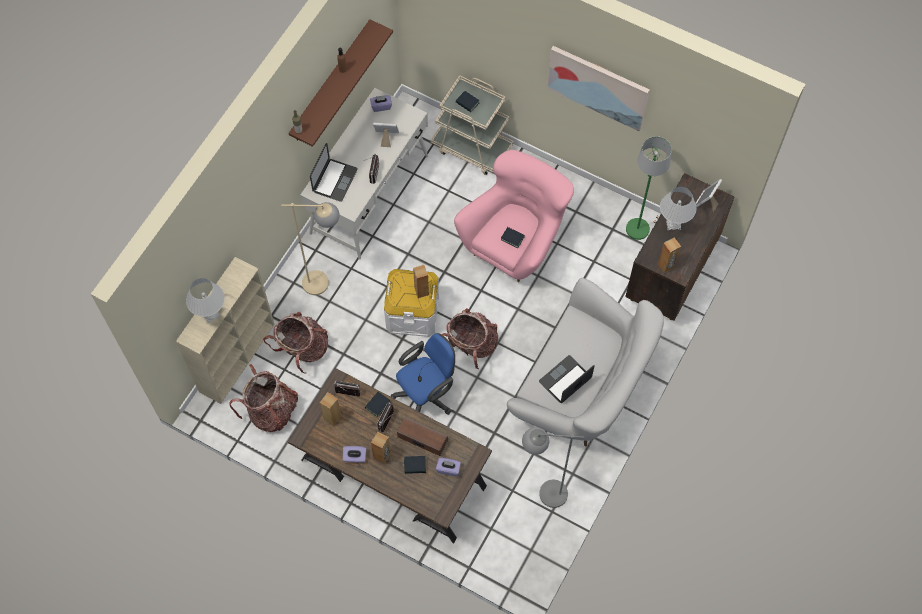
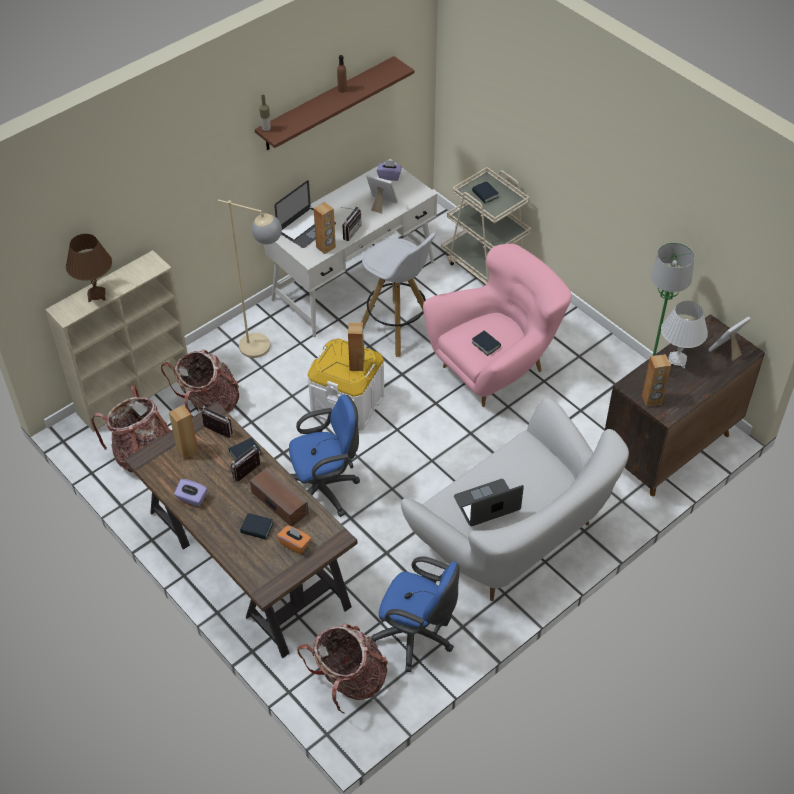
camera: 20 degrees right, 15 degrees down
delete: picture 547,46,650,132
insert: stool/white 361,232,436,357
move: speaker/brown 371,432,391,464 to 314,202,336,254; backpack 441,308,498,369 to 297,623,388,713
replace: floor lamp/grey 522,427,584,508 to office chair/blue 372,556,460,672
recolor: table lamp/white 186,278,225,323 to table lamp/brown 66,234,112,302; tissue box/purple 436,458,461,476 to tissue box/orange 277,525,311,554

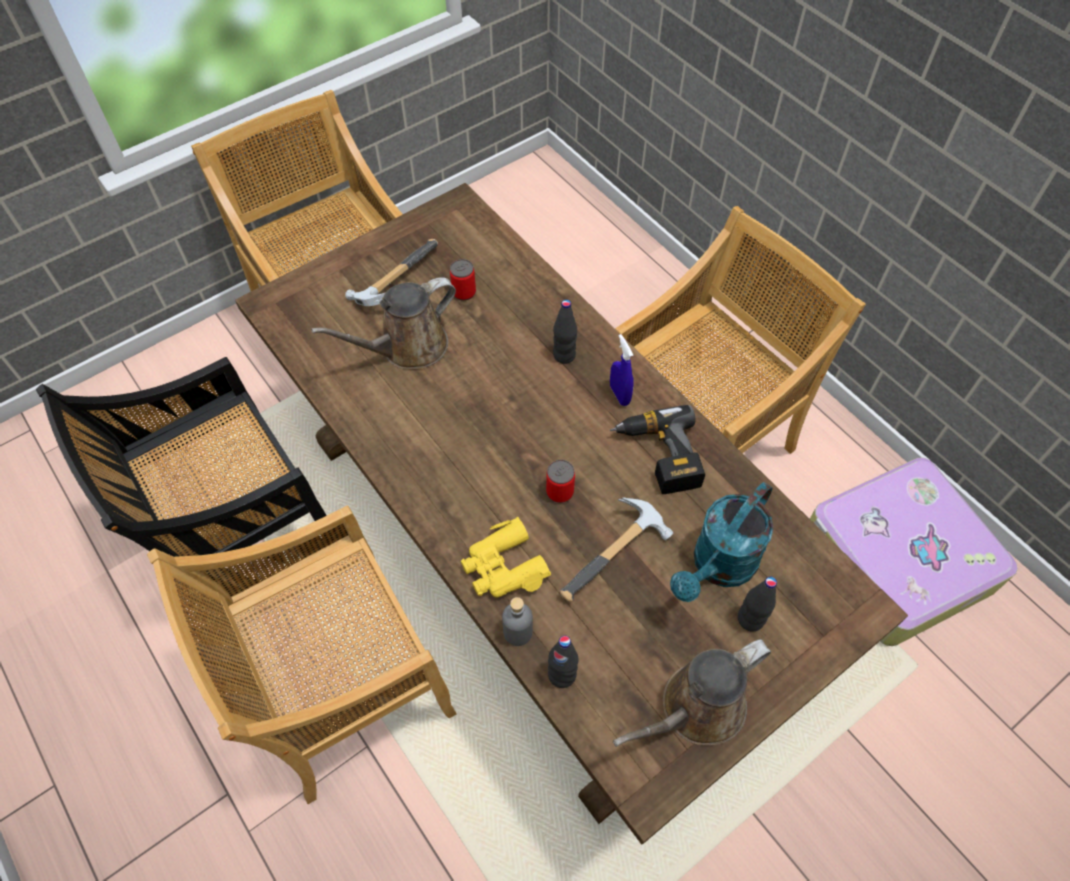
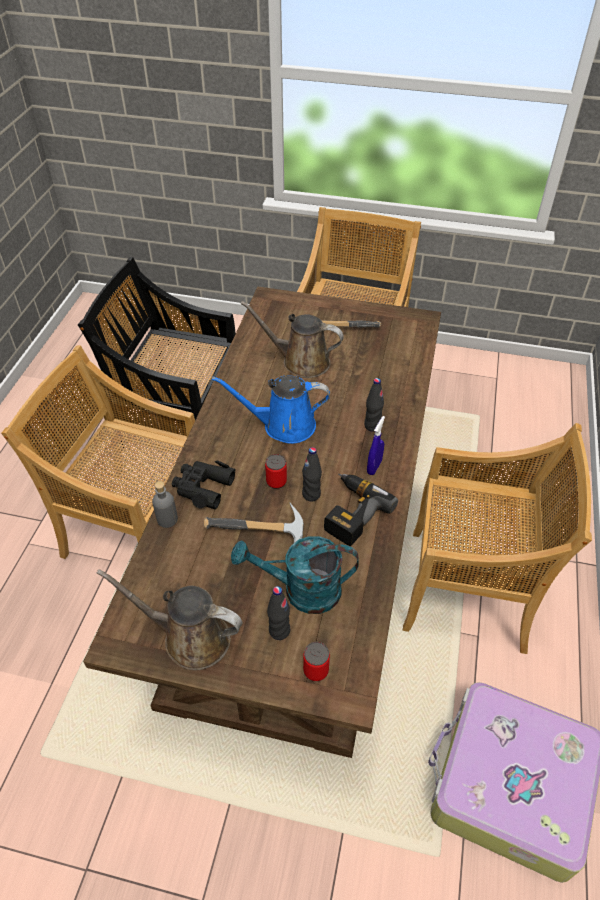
camera: 50 degrees right, 10 degrees down
insert: watering can/blue 212,376,330,444
move: can 450,259,476,301 to 303,642,330,681; bottle/black 548,636,578,688 to 302,447,322,502
recolor: binoculars/yellow 461,517,551,598 to binoculars/black 172,461,236,509

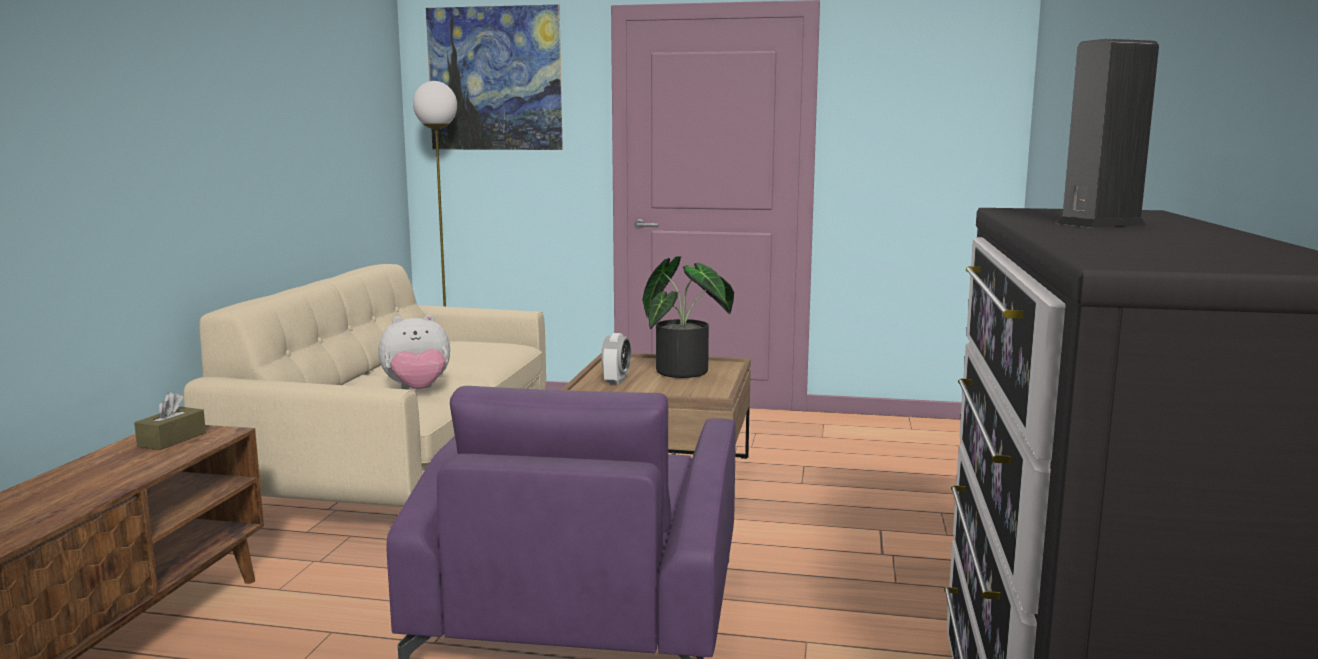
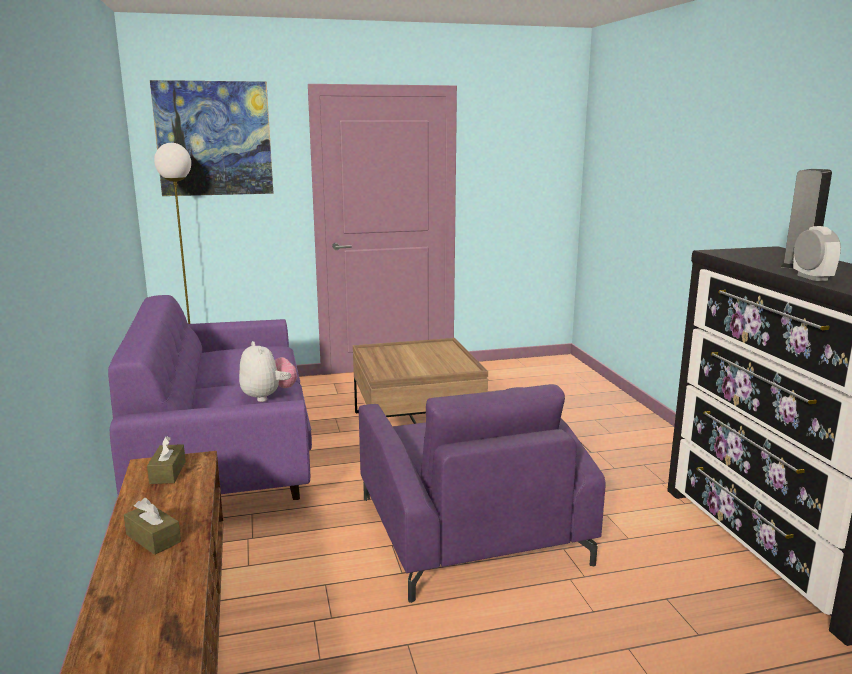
camera: 25 degrees left, 5 degrees up
delete: potted plant 642,256,734,378
insert: tissue box/brown 124,498,181,555
move: alarm clock 601,333,631,384 to 793,226,841,281
recolor: sofa/beige 184,264,546,507 to sofa/purple 108,295,312,500
rotate: plush toy 378,314,450,390 = 239,341,297,402 75 degrees counterclockwise

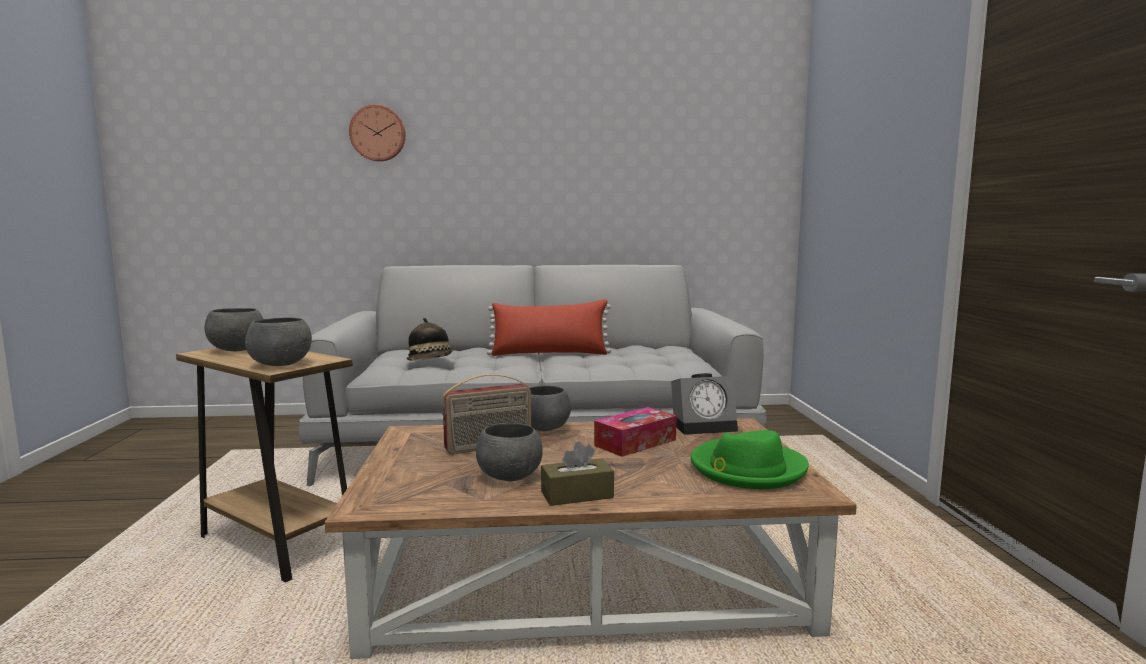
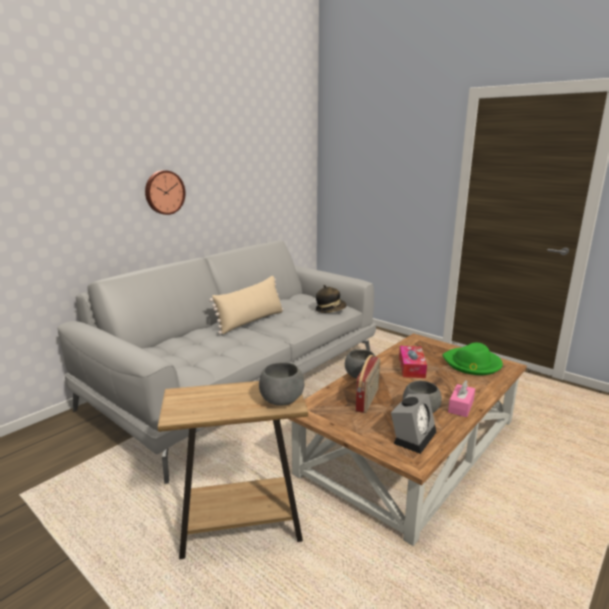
camera: 45 degrees left, 10 degrees up
delete: bowl/grey 204,308,263,351
move: wall clock 349,104,406,162 to 145,170,186,215; hat 406,318,454,361 to 316,285,346,313; alarm clock 671,373,738,435 to 391,394,436,454
recolor: pillow/red 487,299,611,356 to pillow/beige 209,276,283,335; tissue box/brown 541,441,614,506 to tissue box/pink 448,381,475,417

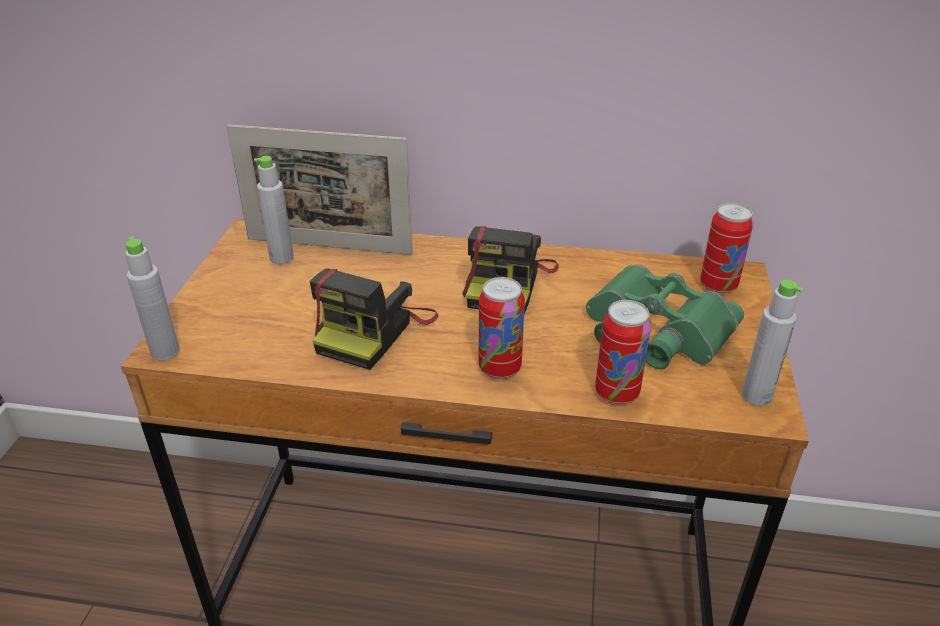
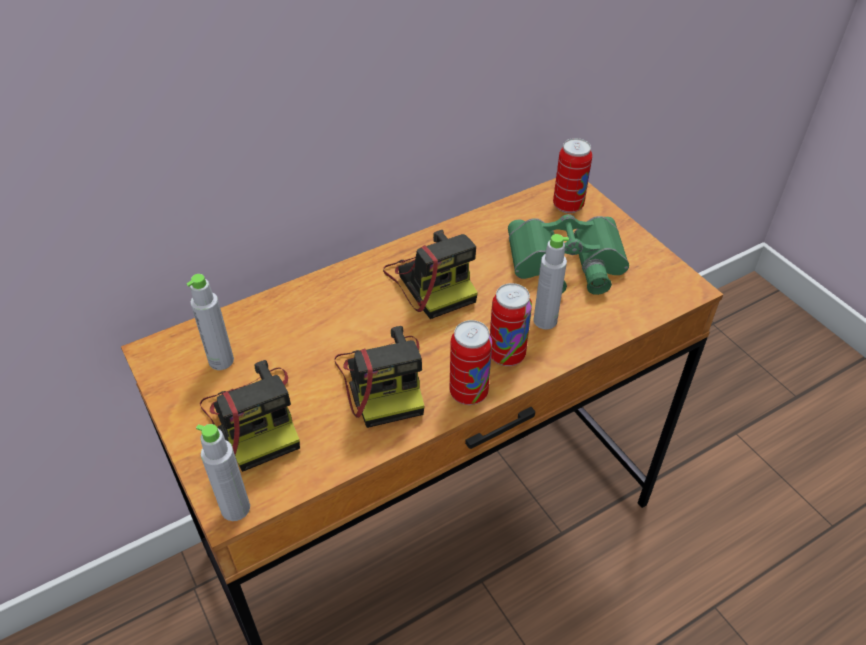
camera: 40 degrees left, 10 degrees up
delete: picture frame 227,124,413,255
insert: photo camera 200,360,300,472
move: can 595,300,651,405 to 450,320,492,405; bottle/grey 742,280,803,406 to 533,234,569,330

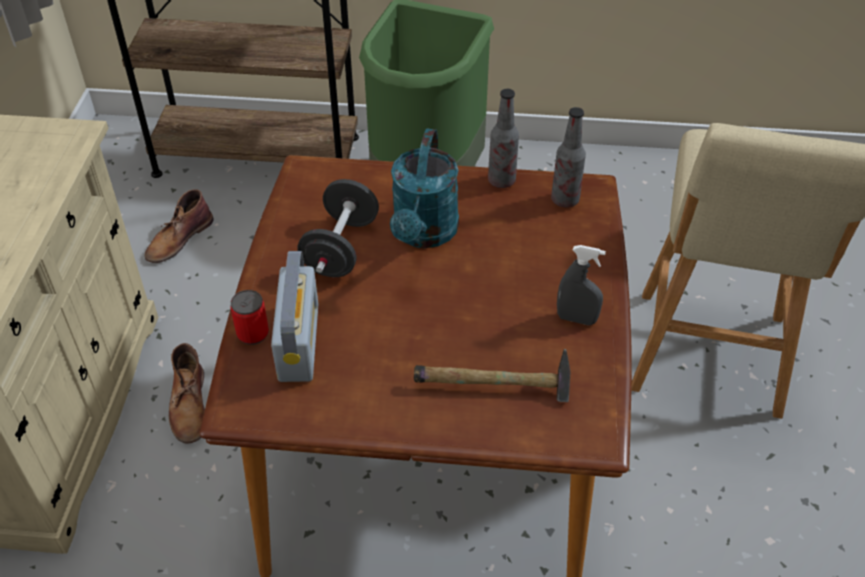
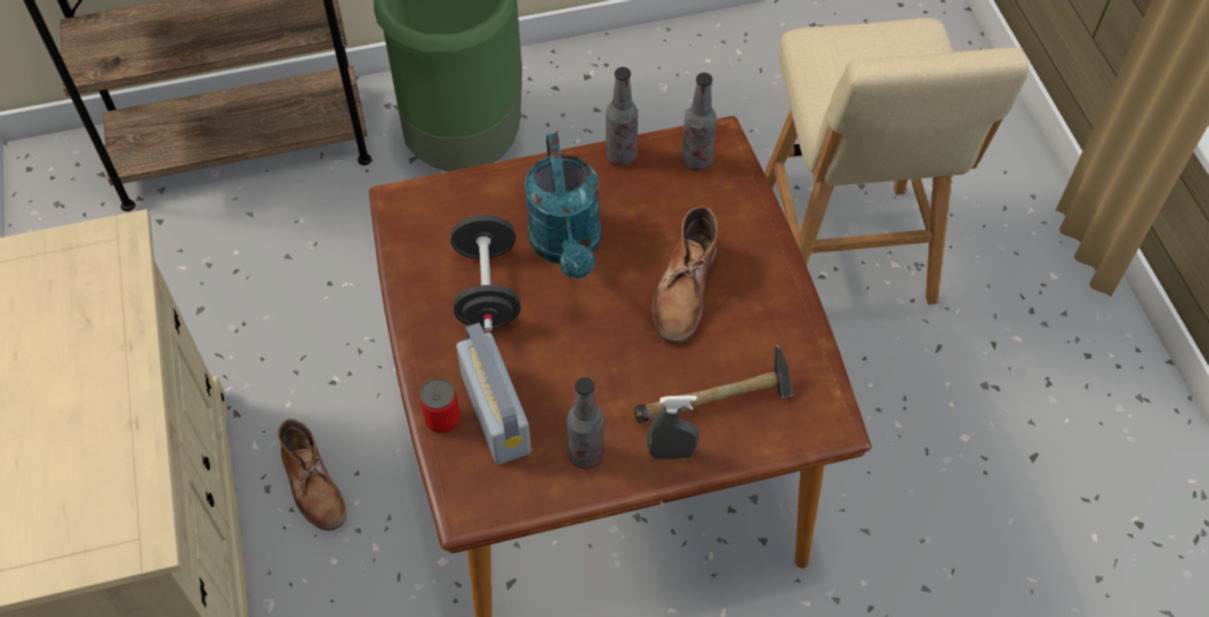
camera: 20 degrees left, 10 degrees up
insert: bottle 567,377,605,469
move: boot/brown 145,190,214,263 to 652,206,718,343; spray bottle/grey 557,245,606,325 to 647,395,699,459

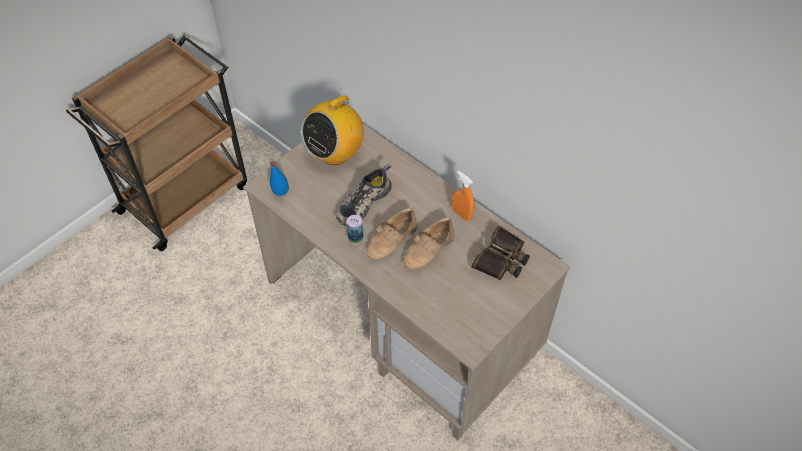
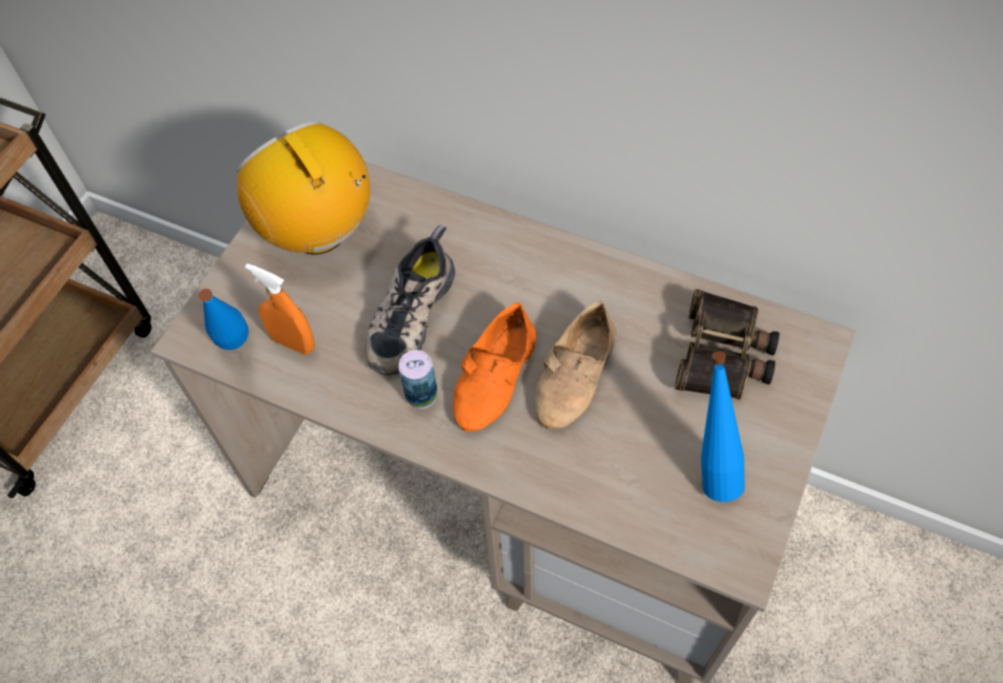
camera: 15 degrees left, 5 degrees up
insert: bottle/blue 701,351,745,502
move: spray bottle/orange 452,171,474,221 to 245,263,315,355
recolor: shoe/beige 366,208,418,260 to shoe/orange 453,302,536,432
rotate: radio 301,88,364,165 = 237,121,370,254 120 degrees clockwise

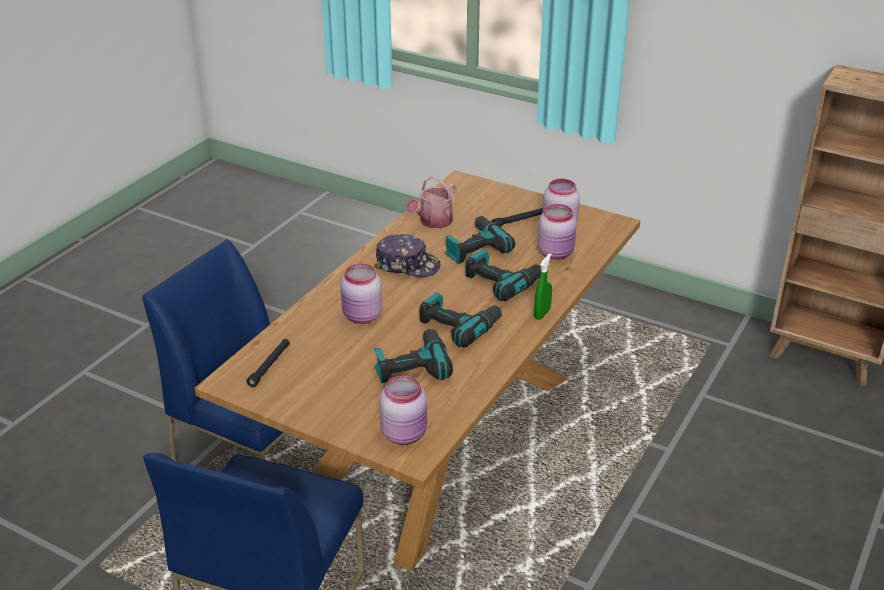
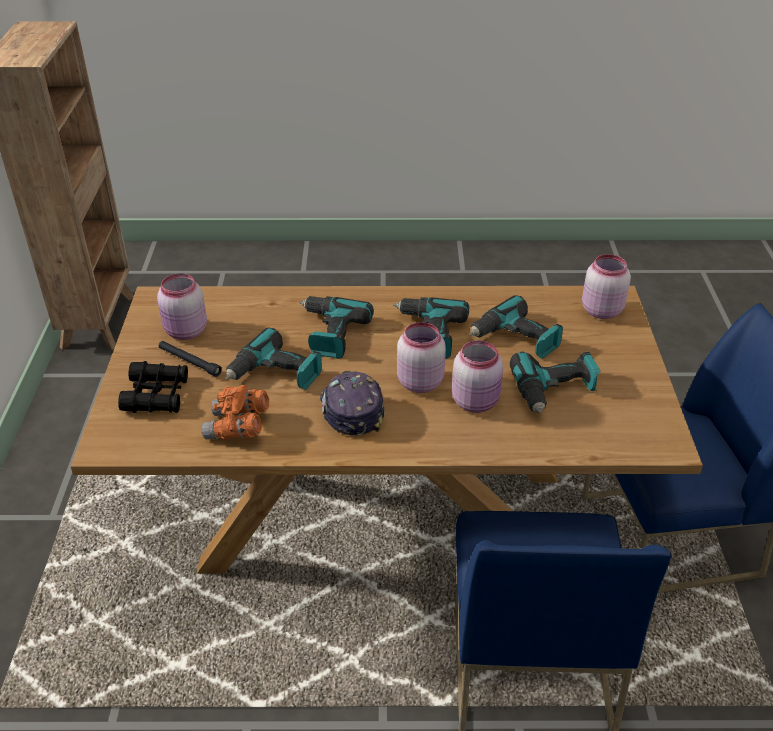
camera: 120 degrees left, 5 degrees up
delete: flashlight/black 246,339,290,387; spray bottle/green 534,253,552,320
insert: binoculars/black 118,361,188,413; power drill 510,352,601,414
move: jar/pink 538,204,577,260 to 397,322,446,393
replace: watering can 406,176,456,228 to binoculars/orange 202,385,269,439

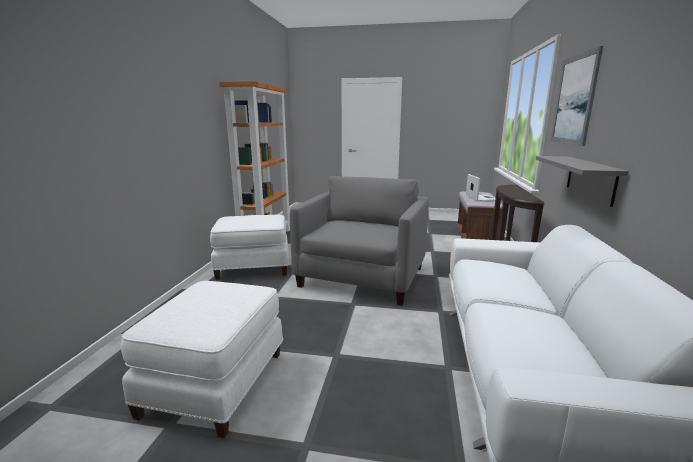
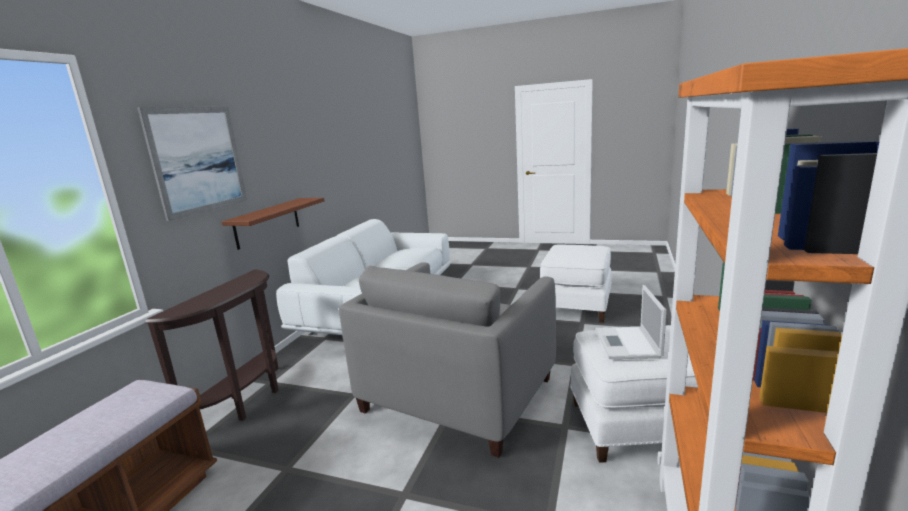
camera: 170 degrees left, 0 degrees up
move: laptop 466,174,495,202 to 595,285,667,359
recolor: shelf/grey 536,156,629,207 to shelf/brown 222,198,324,250

